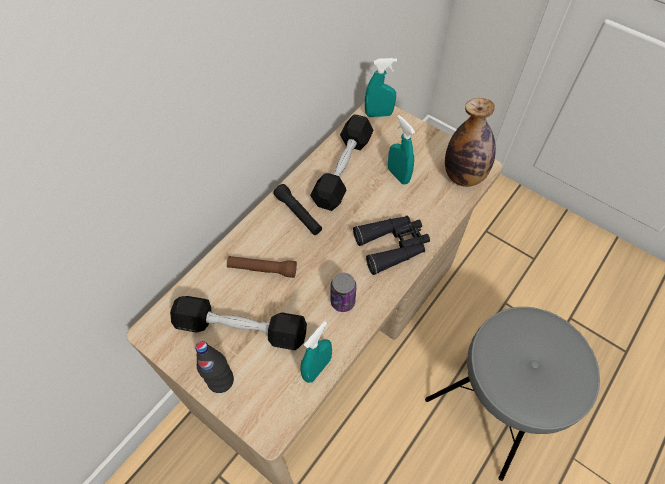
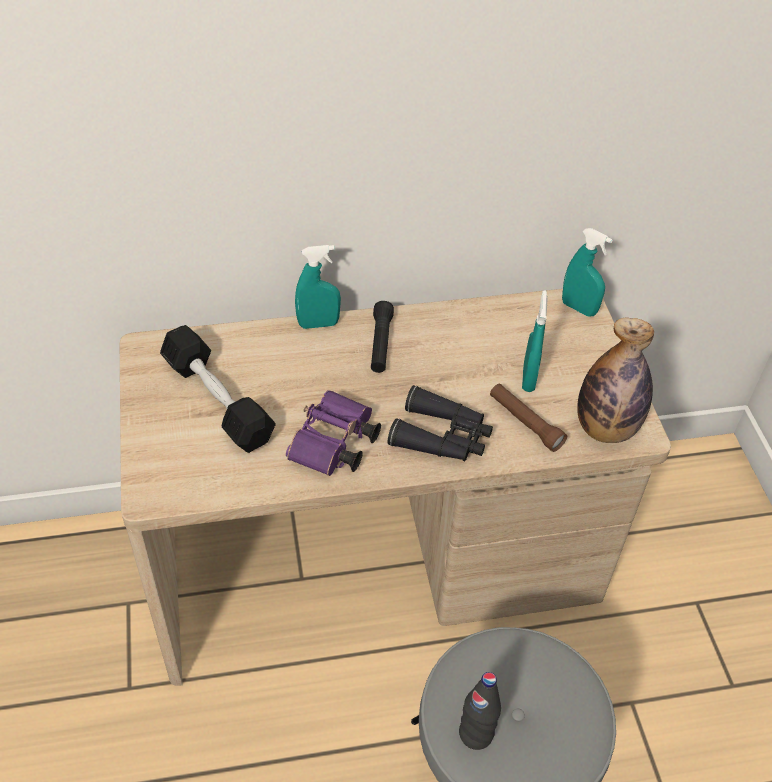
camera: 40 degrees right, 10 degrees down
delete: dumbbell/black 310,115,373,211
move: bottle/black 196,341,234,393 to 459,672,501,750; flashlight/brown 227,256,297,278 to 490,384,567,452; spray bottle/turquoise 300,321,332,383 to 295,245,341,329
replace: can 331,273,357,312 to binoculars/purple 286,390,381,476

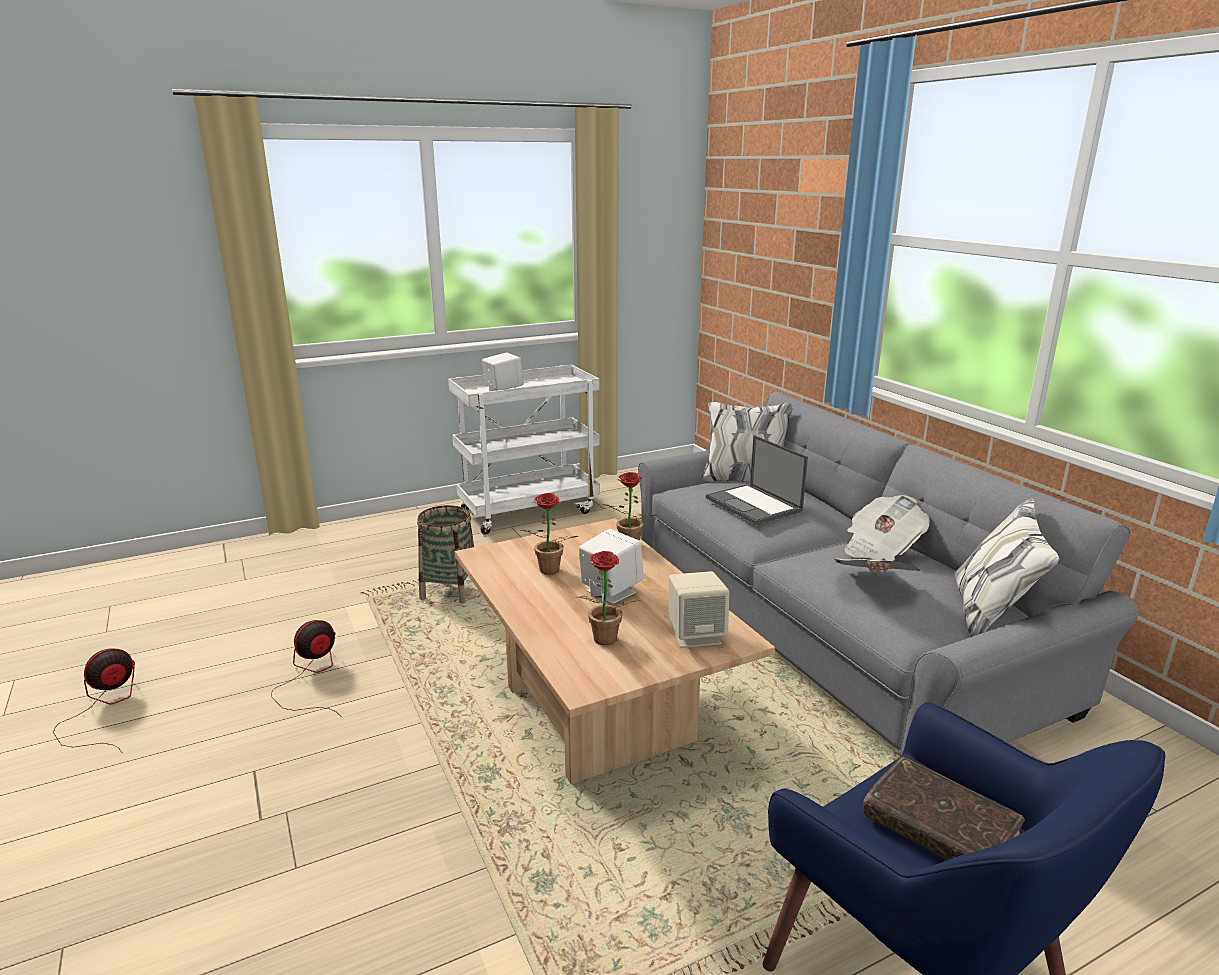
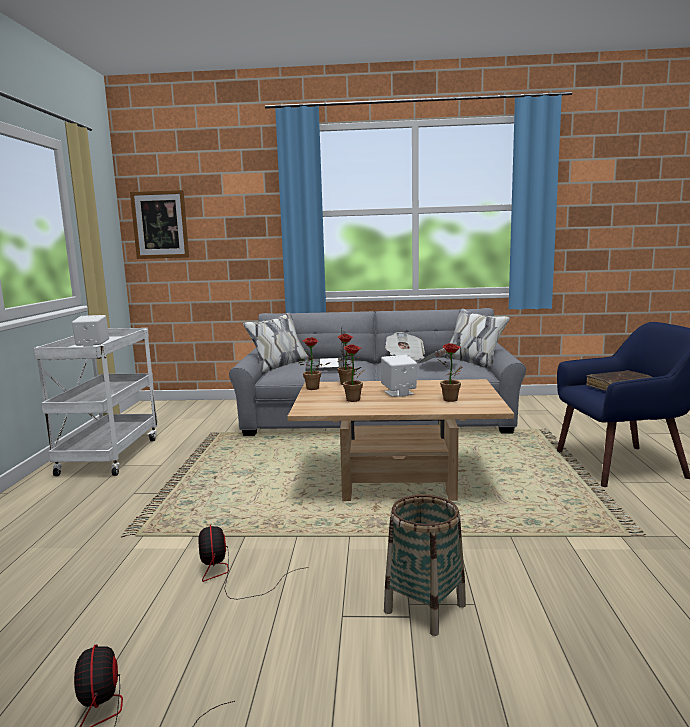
camera: 60 degrees left, 10 degrees down
delete: speaker/beige 668,571,729,648
insert: picture 130,190,189,259; potted plant 299,337,331,390
move: basket 417,505,474,604 to 384,495,466,636
rotate: laptop 706,435,808,525 = 305,326,345,371 90 degrees clockwise

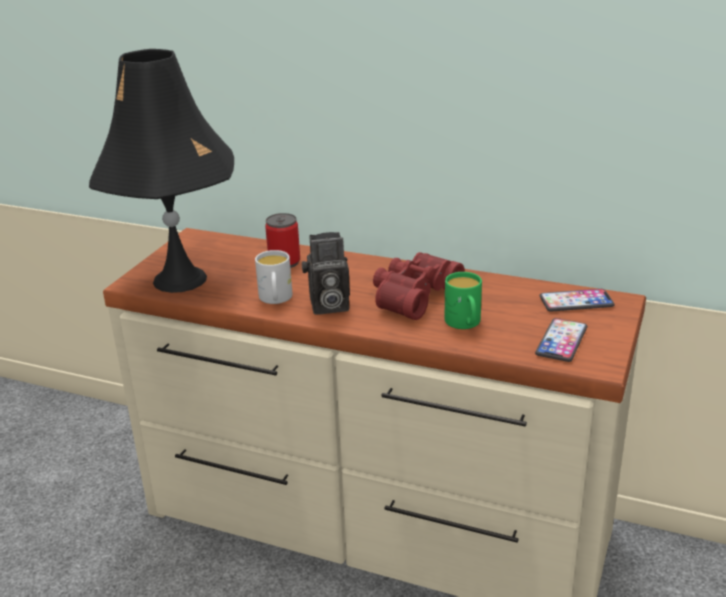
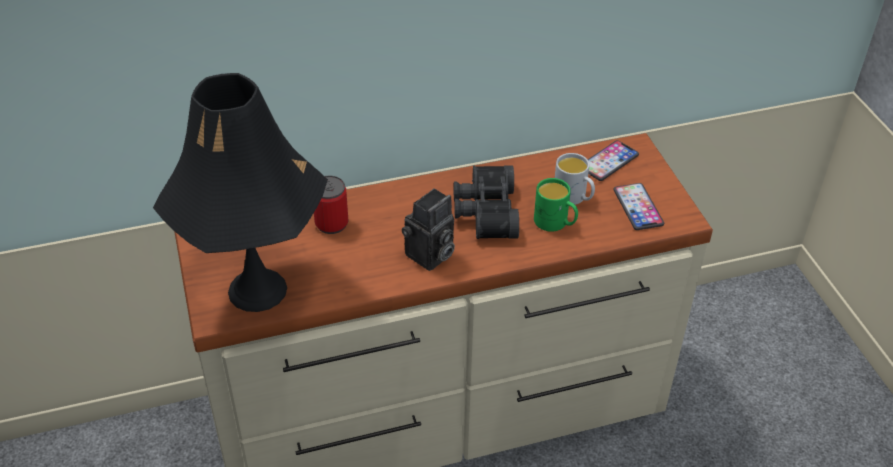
camera: 40 degrees left, 15 degrees up
move: mug/white 255,250,293,304 to 555,153,595,205
recolor: binoculars/red 373,252,465,320 to binoculars/black 454,165,519,239

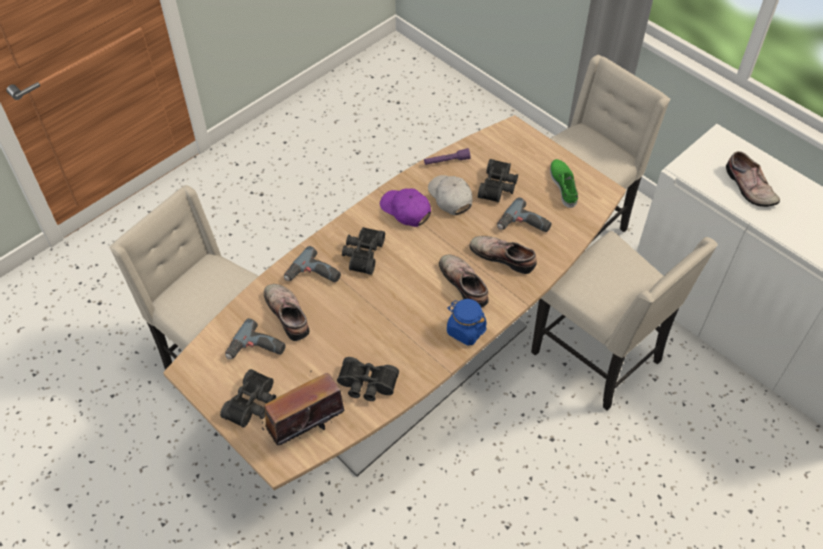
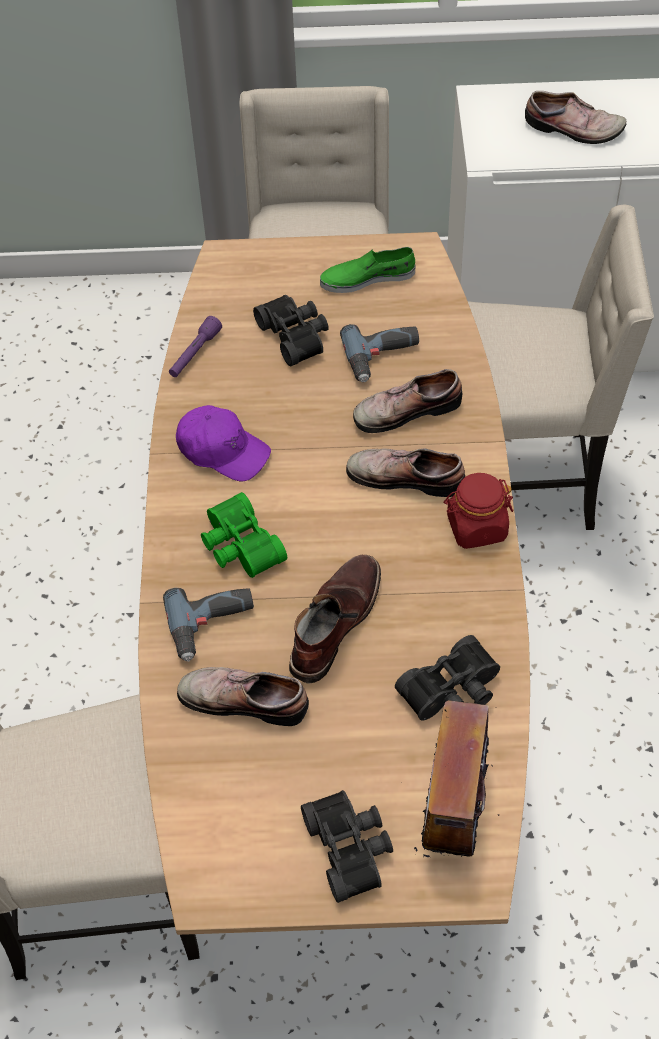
camera: 45 degrees left, 0 degrees up
delete: power drill 225,318,286,359; cap/white 428,175,472,215
insert: boot/brown 289,555,381,684
recolor: binoculars/black 342,227,385,275 to binoculars/green 201,492,287,578; jar/blue 447,299,487,346 to jar/red 443,473,513,549
rotate: cap/purple 380,188,431,227 = 176,405,271,482 150 degrees counterclockwise; shoe/green 550,159,578,208 = 320,247,416,293 45 degrees counterclockwise

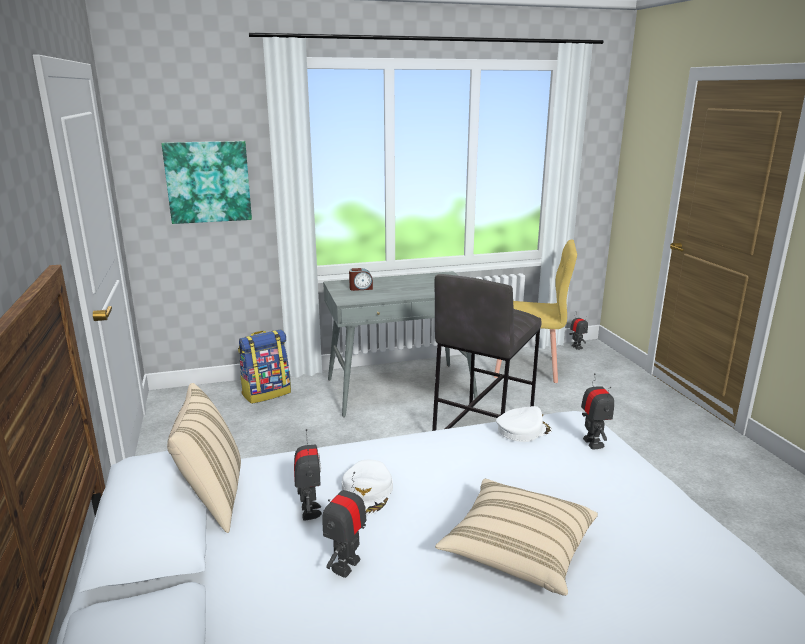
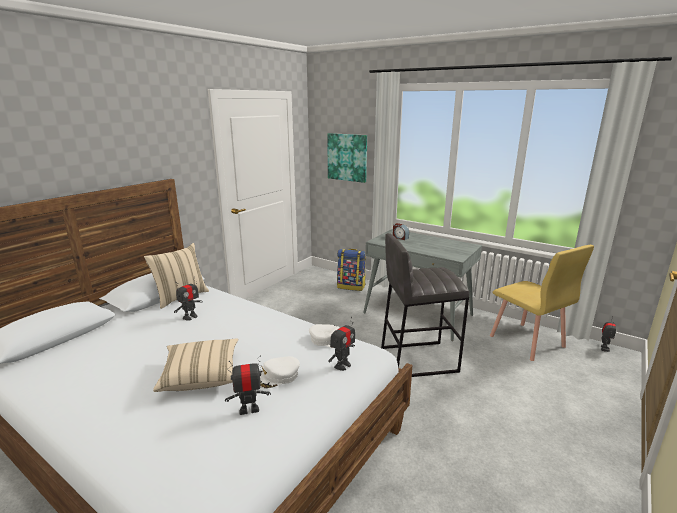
camera: 50 degrees right, 0 degrees up
move: toy robot 322,472,367,578 to 225,355,271,415; cap/white 342,460,393,515 to 260,356,300,389

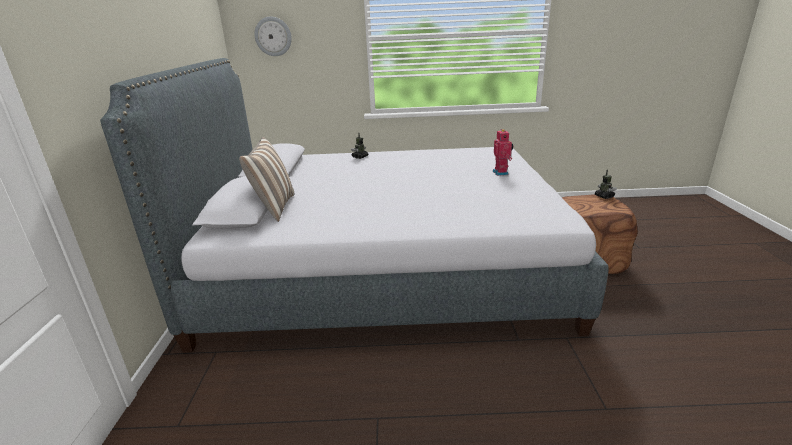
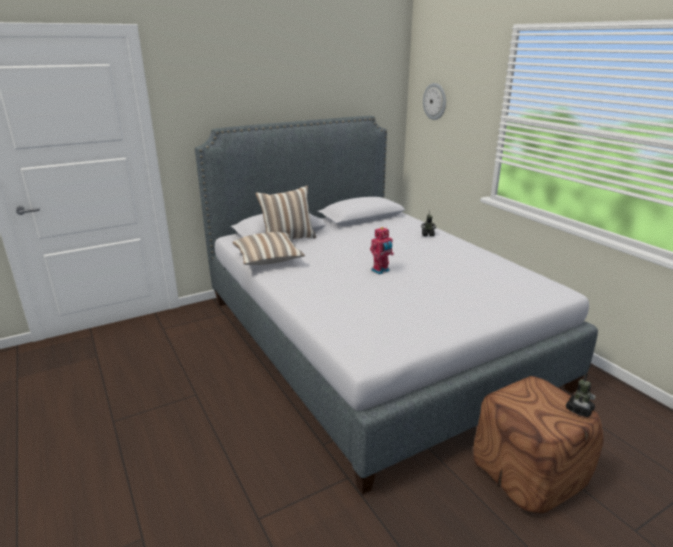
camera: 60 degrees right, 0 degrees up
insert: pillow 233,232,305,265
move: toy robot 492,129,513,176 to 370,227,394,275

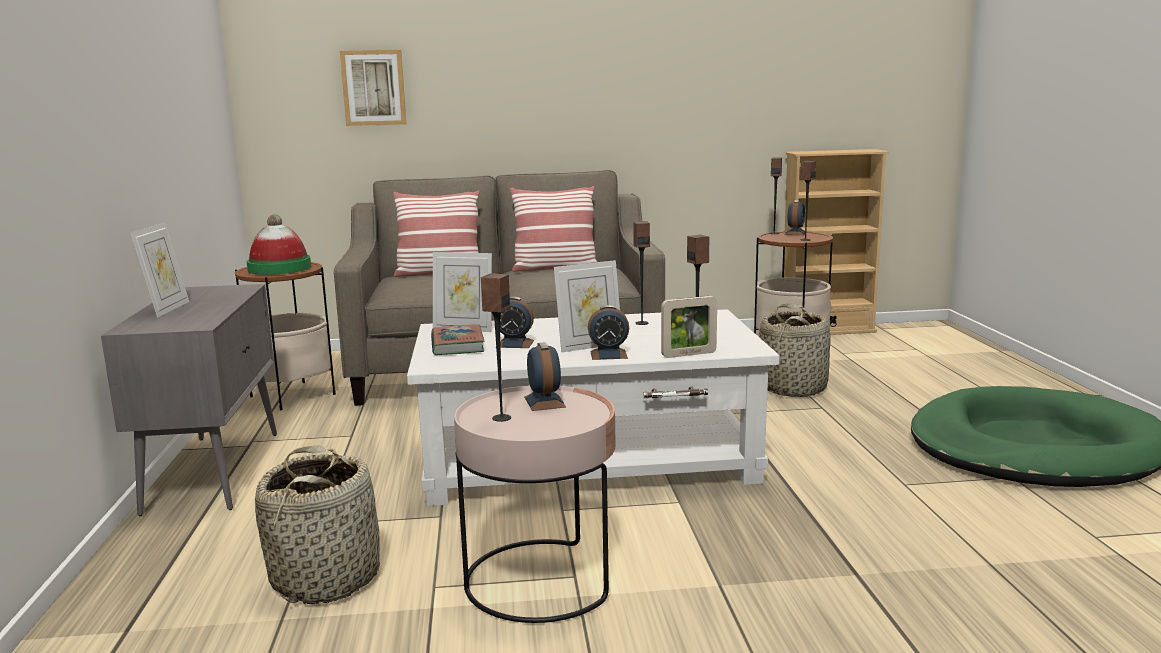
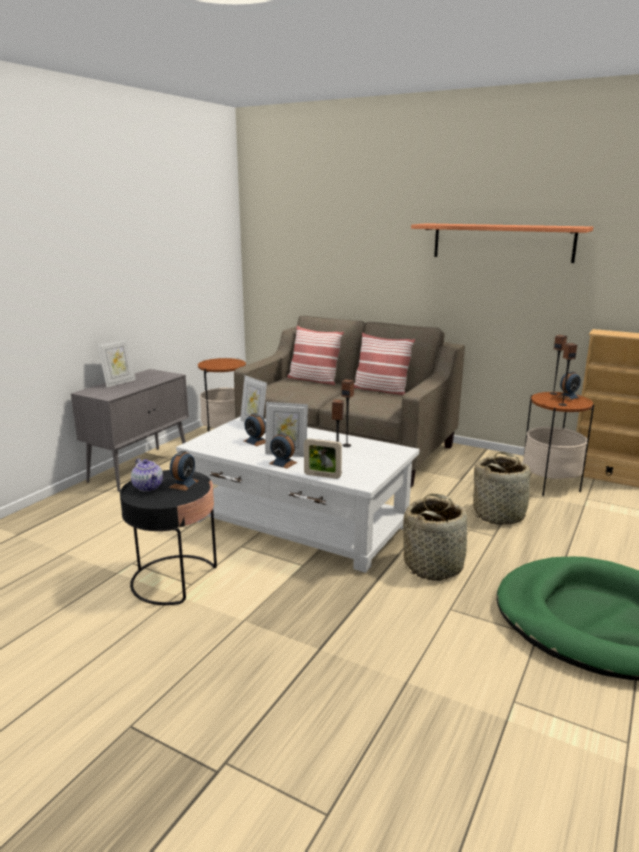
camera: 35 degrees right, 5 degrees up
delete: hat 247,215,311,275; picture 340,50,406,126; book 431,324,484,355
insert: shelf 411,223,593,263
move: basket 255,445,380,604 to 403,493,469,581
replace: speaker 481,273,511,422 to teapot 131,459,163,492
recolor: side table/pink 454,385,616,623 to side table/black 120,470,217,605

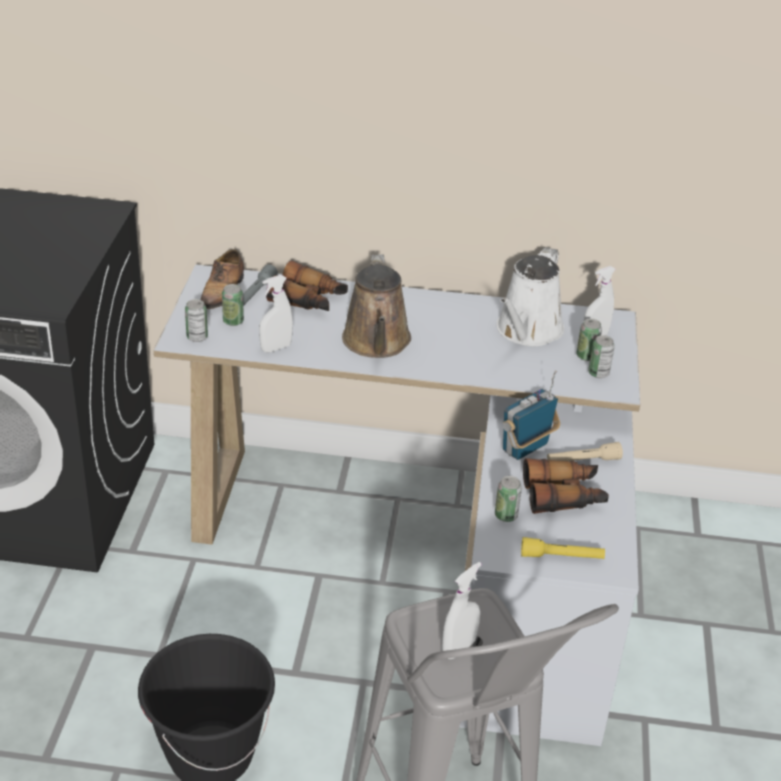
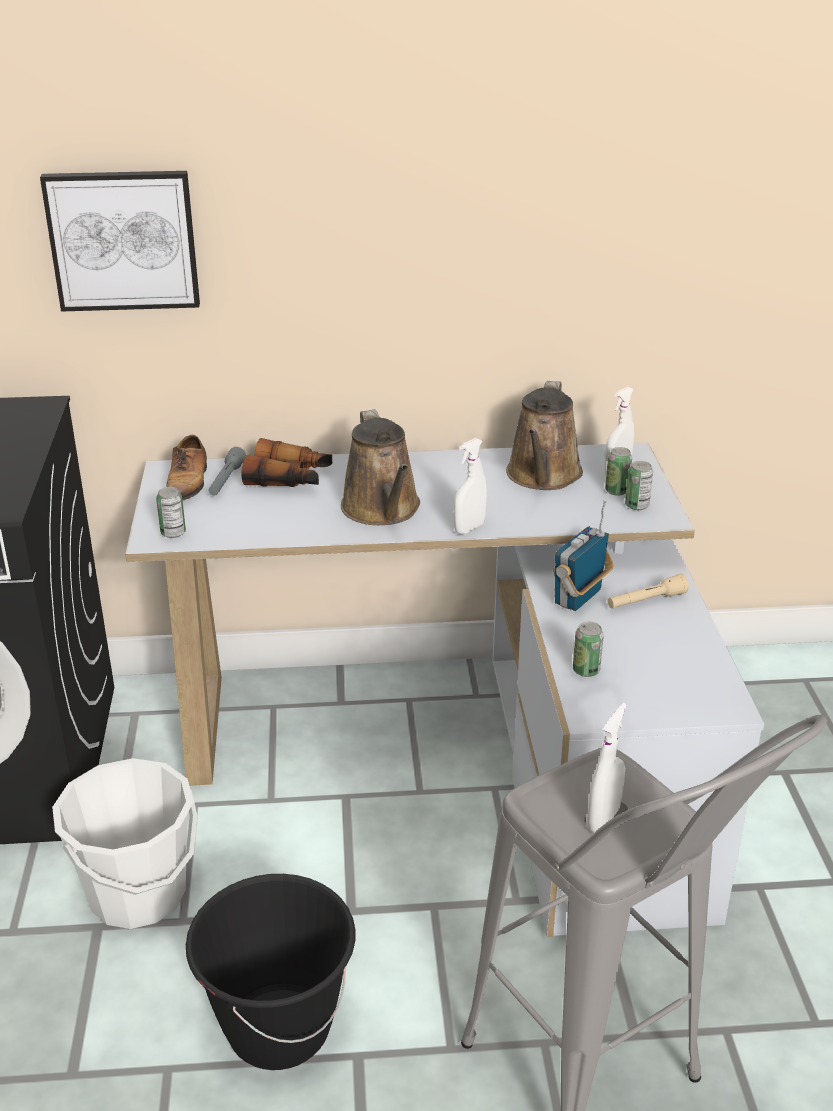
camera: 10 degrees left, 5 degrees down
delete: can 222,284,244,326; flashlight/yellow 521,537,605,559; binoculars 523,458,609,514
insert: picture 40,171,200,312; bucket/white 52,758,197,929
move: spray bottle/white 259,275,293,353 to 453,438,487,534
recolor: watering can/white 496,247,564,346 to watering can/brown 506,381,583,490

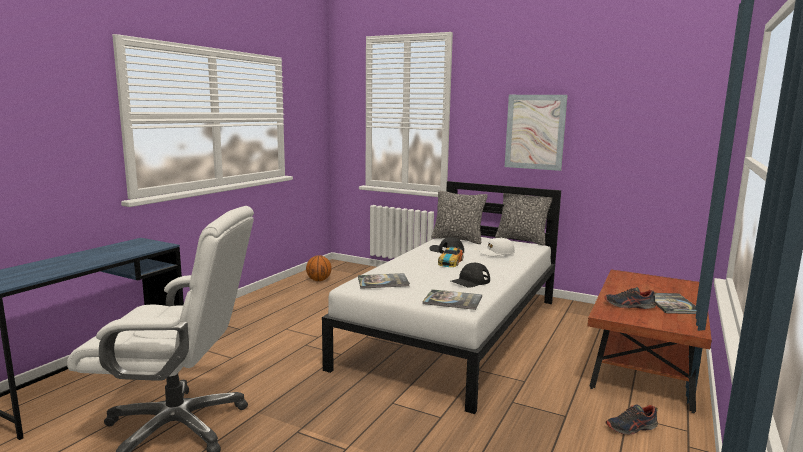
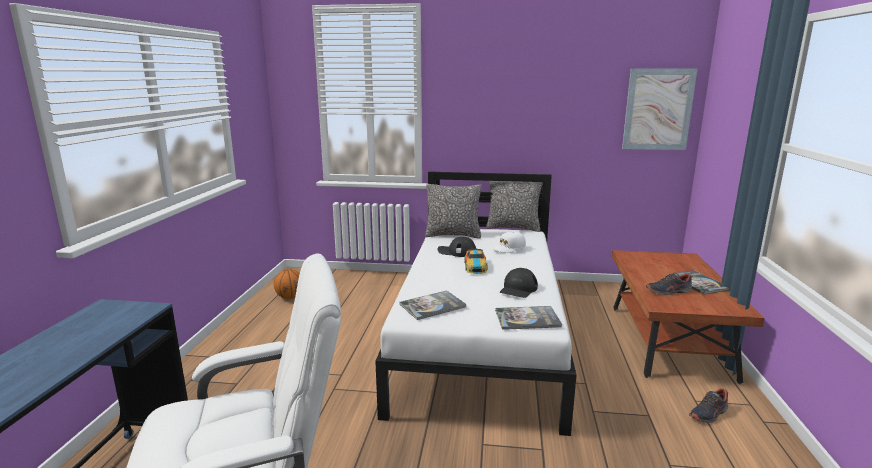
camera: 20 degrees left, 5 degrees up
move: picture 505,95,568,171 to 622,68,698,150

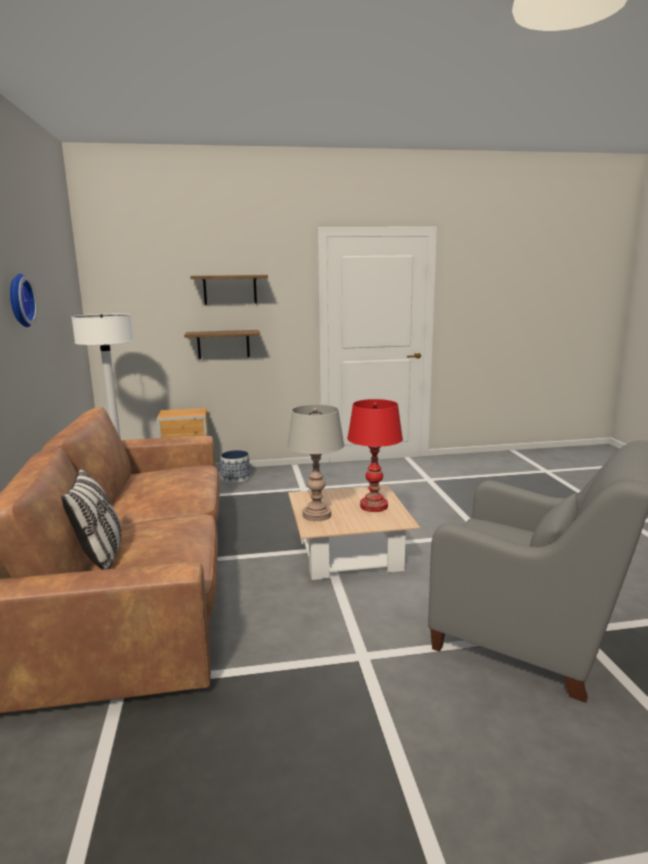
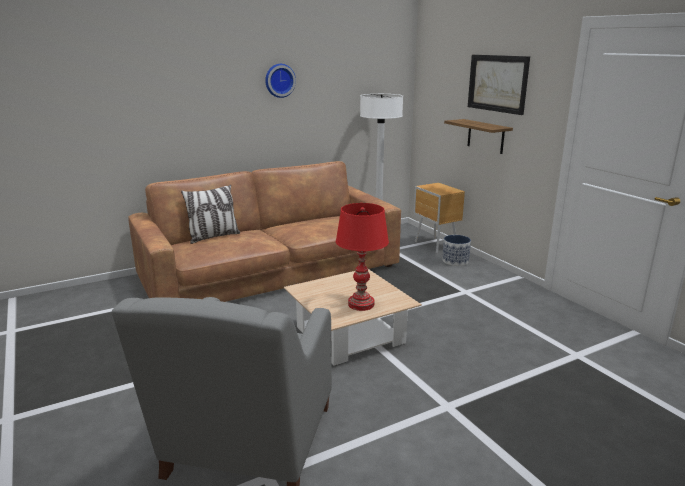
camera: 70 degrees right, 5 degrees up
delete: table lamp/grey 287,404,344,521
replace: shelf 190,275,268,305 to picture 468,55,530,115

